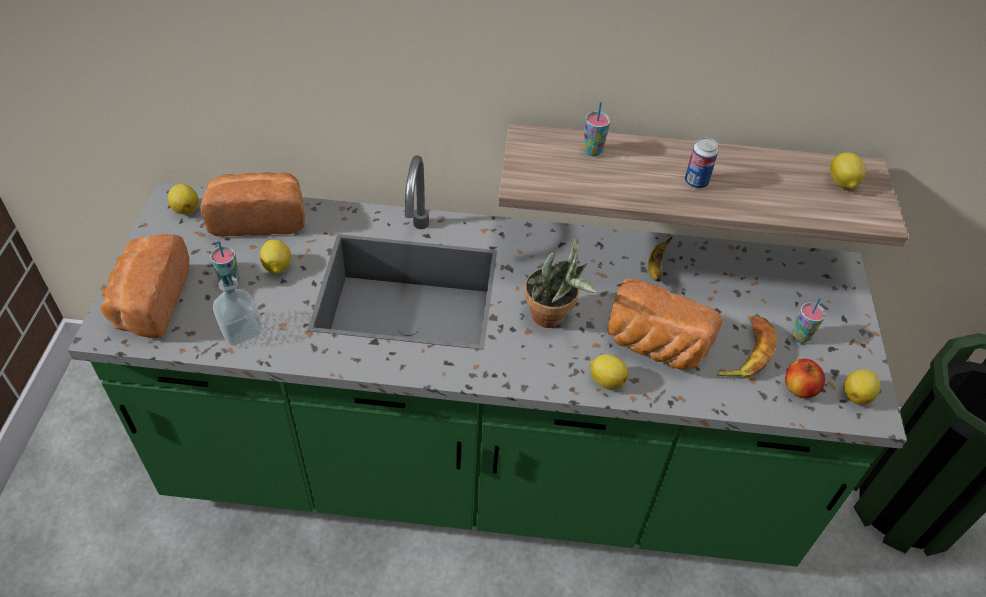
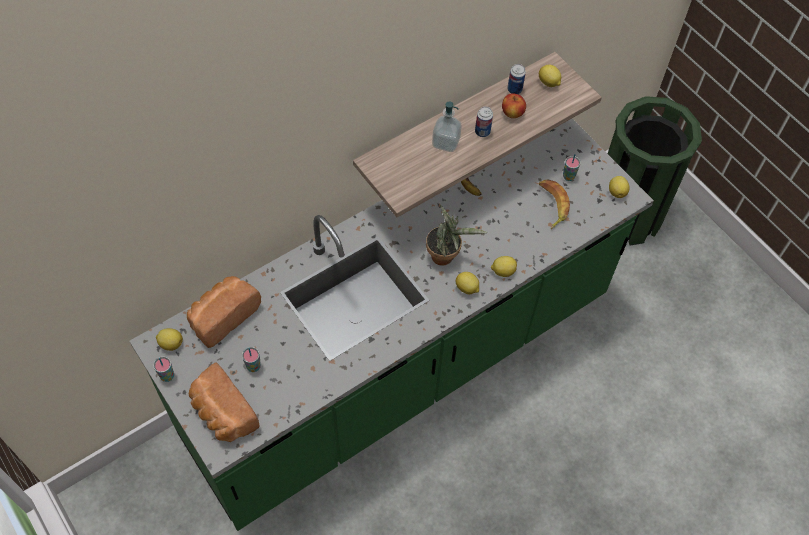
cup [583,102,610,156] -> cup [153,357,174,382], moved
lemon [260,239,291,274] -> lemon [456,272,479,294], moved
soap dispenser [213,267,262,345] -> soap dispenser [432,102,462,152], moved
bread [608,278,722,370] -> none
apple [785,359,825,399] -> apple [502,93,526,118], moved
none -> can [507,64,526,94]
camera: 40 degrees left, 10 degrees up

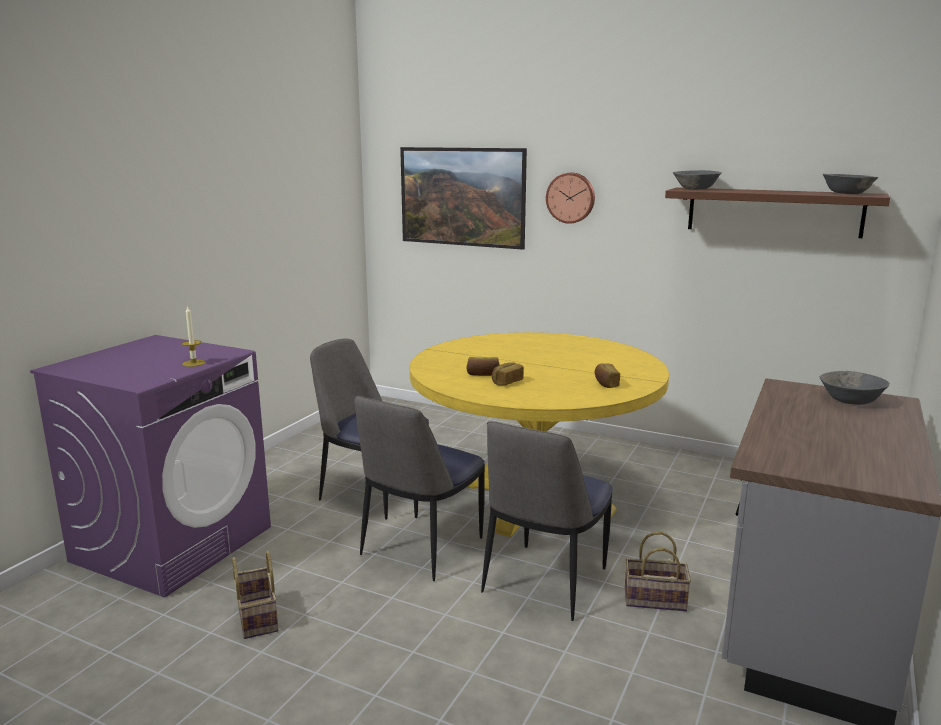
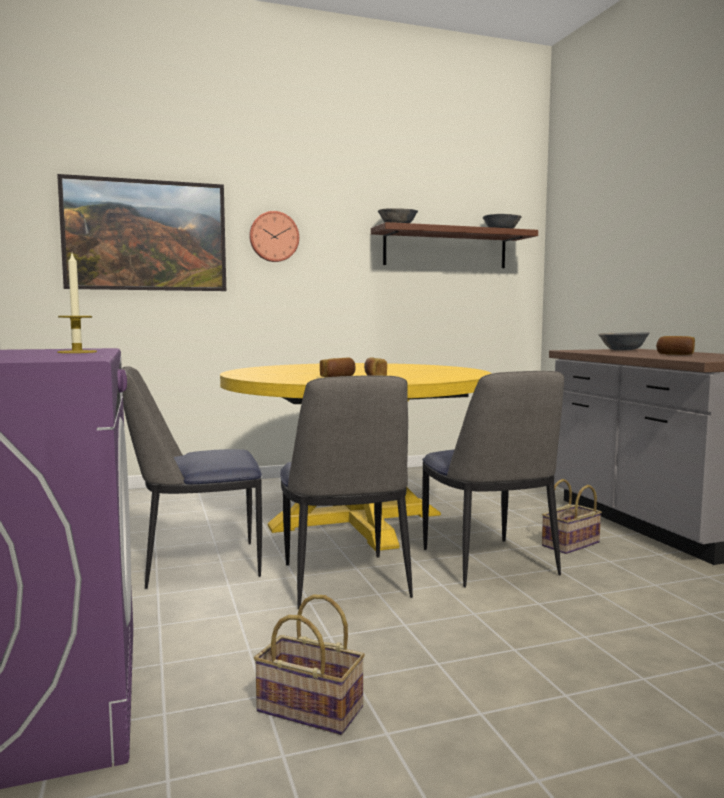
bread [595,363,620,388] -> bread [656,336,695,355], moved
camera: 45 degrees left, 10 degrees down

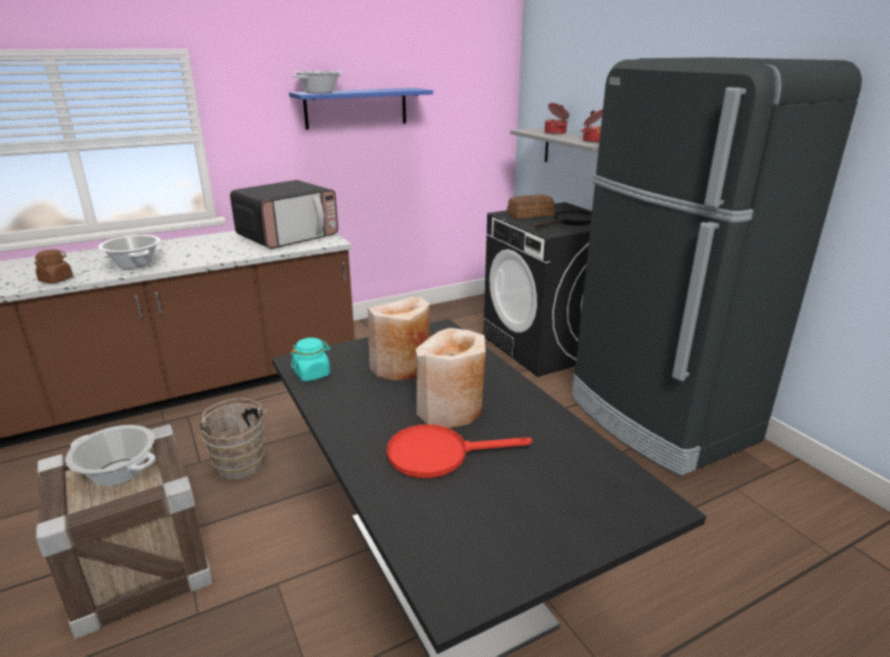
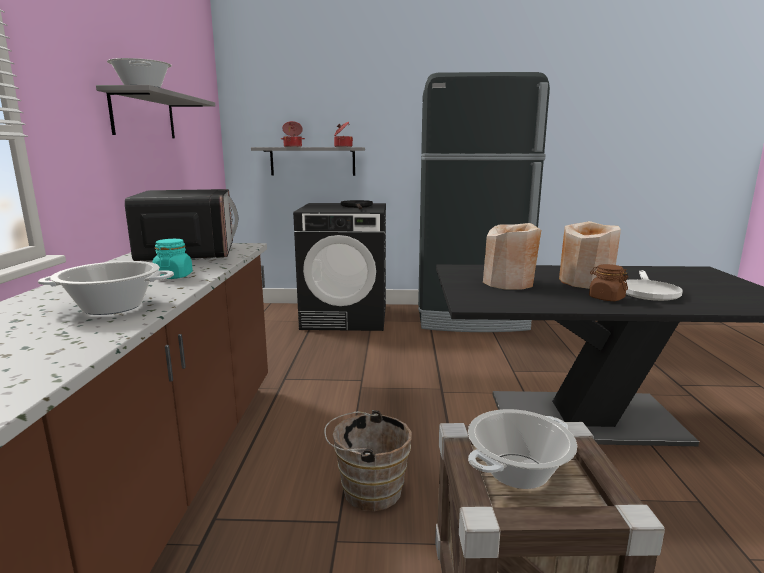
blue shelf [289,88,433,130] -> grey shelf [96,85,215,138]
bread [507,194,555,219] -> none
brown jar [35,249,73,283] -> brown jar [589,264,628,301], moved
turquoise jar [291,338,330,381] -> turquoise jar [152,239,193,279], moved
red frying pan [387,424,532,478] -> white frying pan [624,270,683,301]
camera: 60 degrees left, 10 degrees down

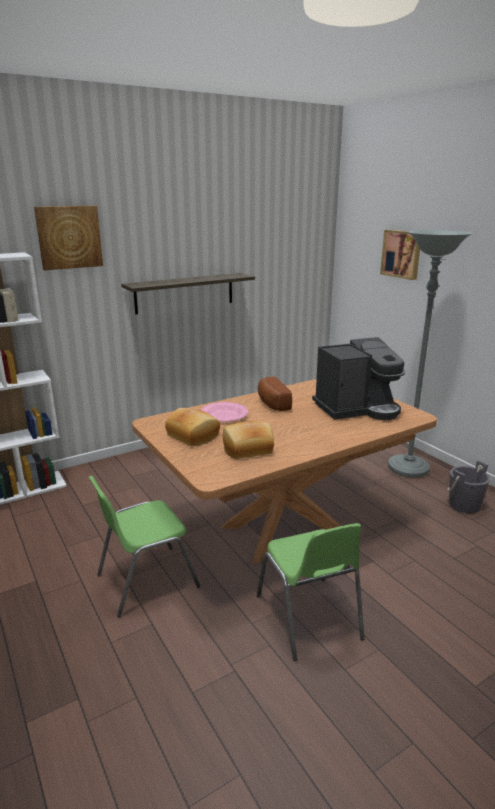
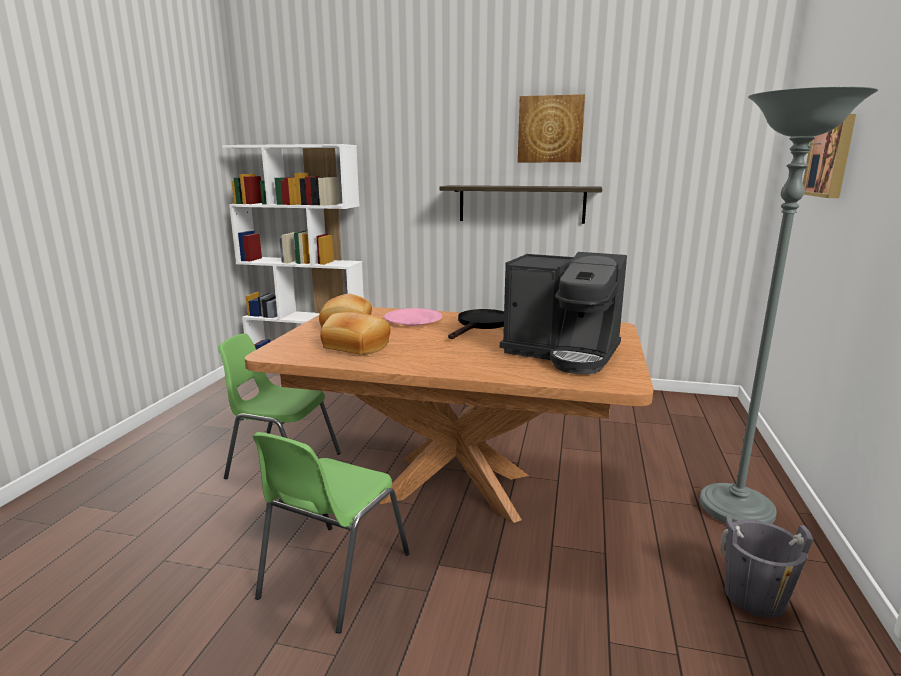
picture [34,206,103,270] -> picture [518,94,585,162], moved
bread [258,377,292,411] -> black frying pan [448,309,504,339]
camera: 45 degrees right, 5 degrees down

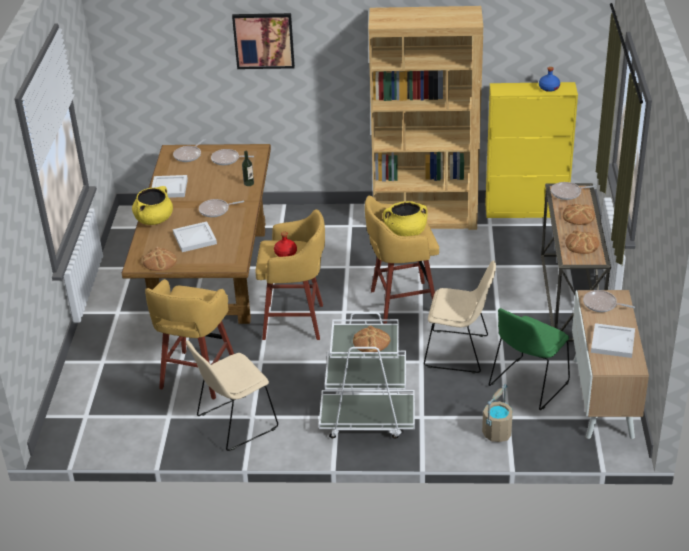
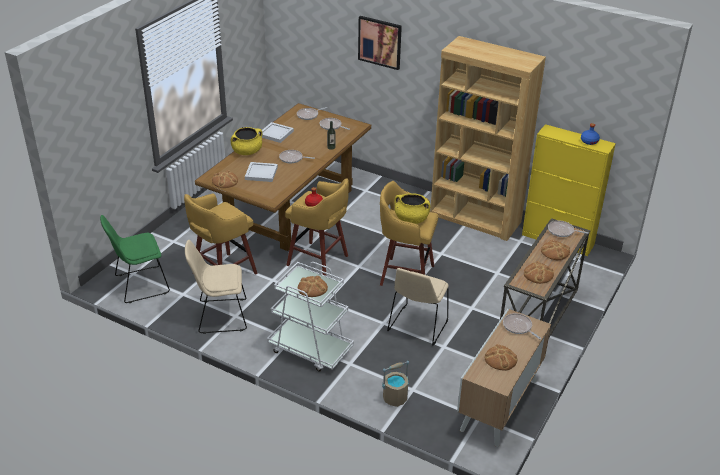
beige chair [424,260,496,374] -> beige chair [387,268,449,346], 75 degrees clockwise
green chair [489,308,570,410] -> green chair [100,215,170,303], moved
white tray [591,323,635,358] -> bread [485,344,517,371]
camera: 25 degrees right, 0 degrees up

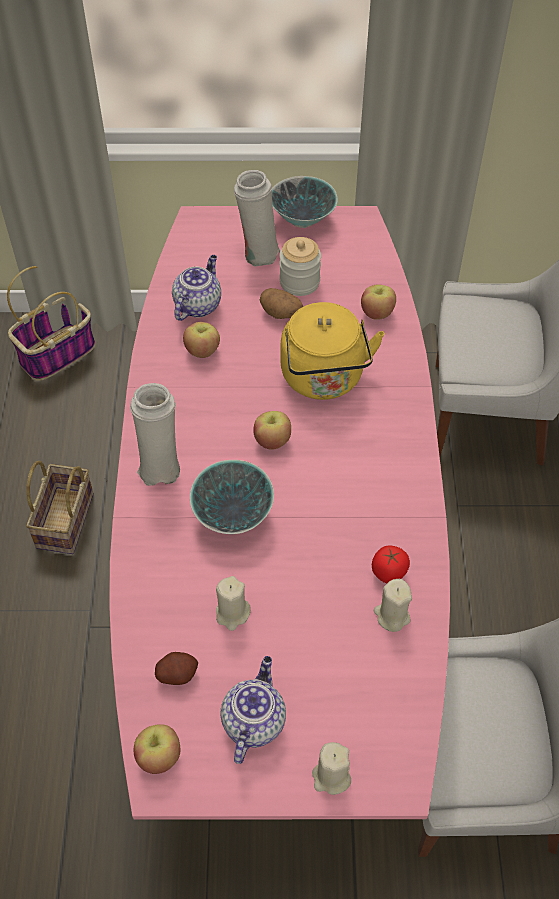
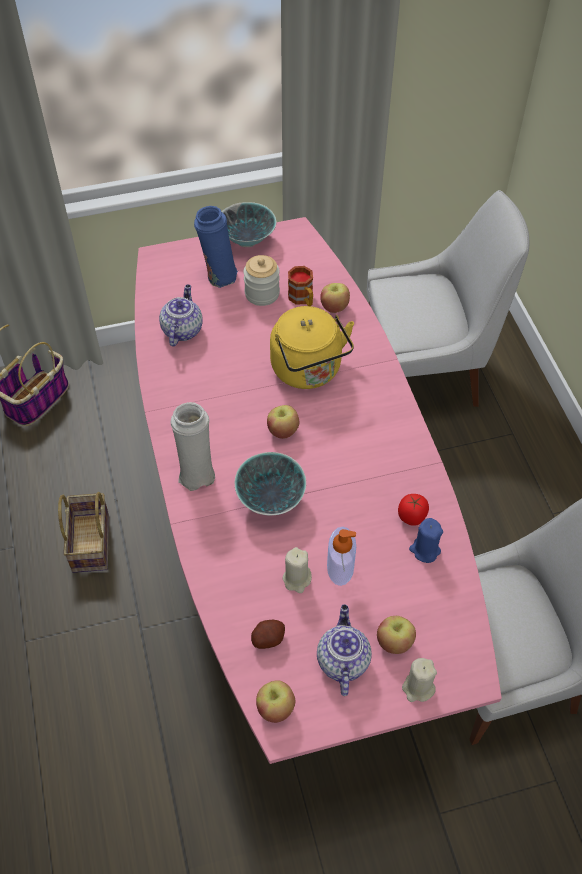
white vase [234,170,280,266] -> blue vase [194,206,238,288]
potato [260,288,303,319] -> none
apple [183,322,220,358] -> apple [377,616,416,654], moved
beige candle [374,579,412,632] -> blue candle [409,518,443,563]
none -> mug [288,266,313,306]
none -> soap dispenser [327,527,356,586]
camera: 15 degrees left, 0 degrees up

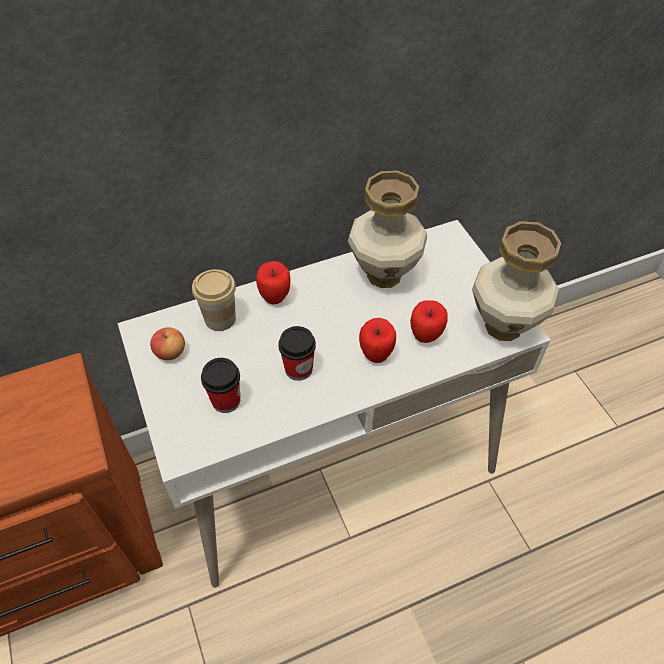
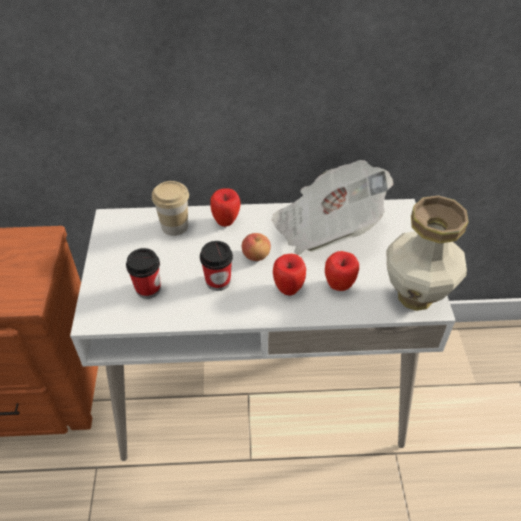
vase [348,171,427,288] -> newspaper [272,160,394,255]
apple [150,327,185,360] -> apple [242,233,271,261], moved
camera: 20 degrees right, 5 degrees down

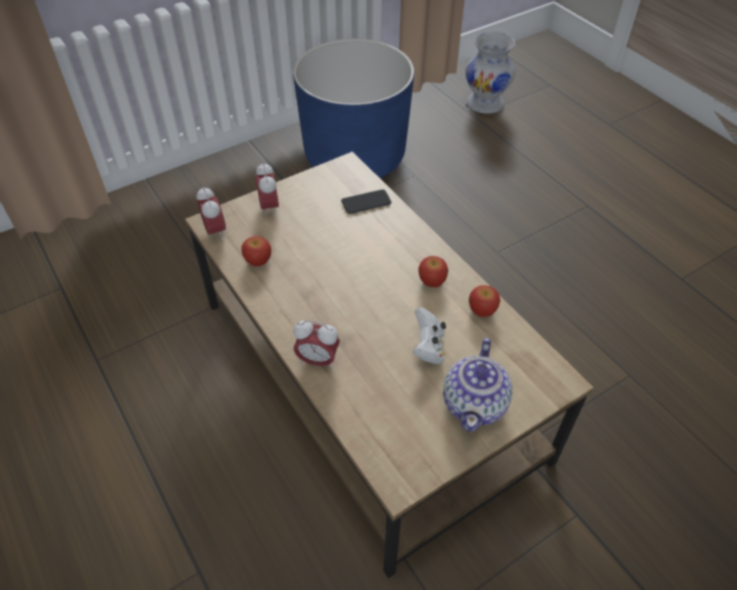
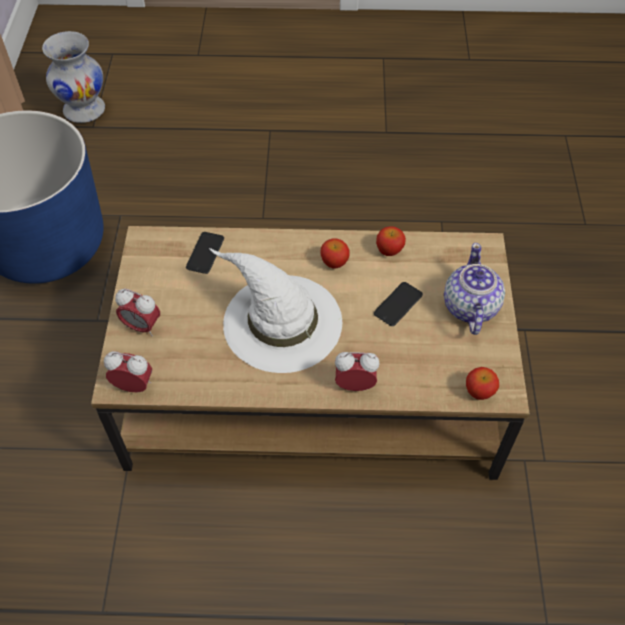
apple [242,236,271,266] -> apple [466,367,499,400], moved
white game controller [413,307,446,364] -> phone [374,282,423,326]
alarm clock [293,320,340,369] -> alarm clock [335,352,379,391], 135 degrees counterclockwise
teapot [443,338,512,432] -> teapot [444,243,505,335], 135 degrees counterclockwise
none -> white hat [209,248,342,373]
camera: 55 degrees left, 5 degrees up

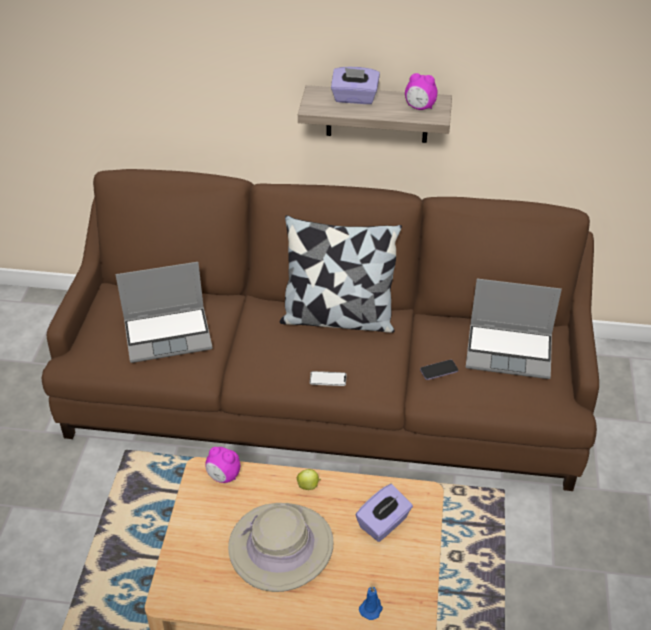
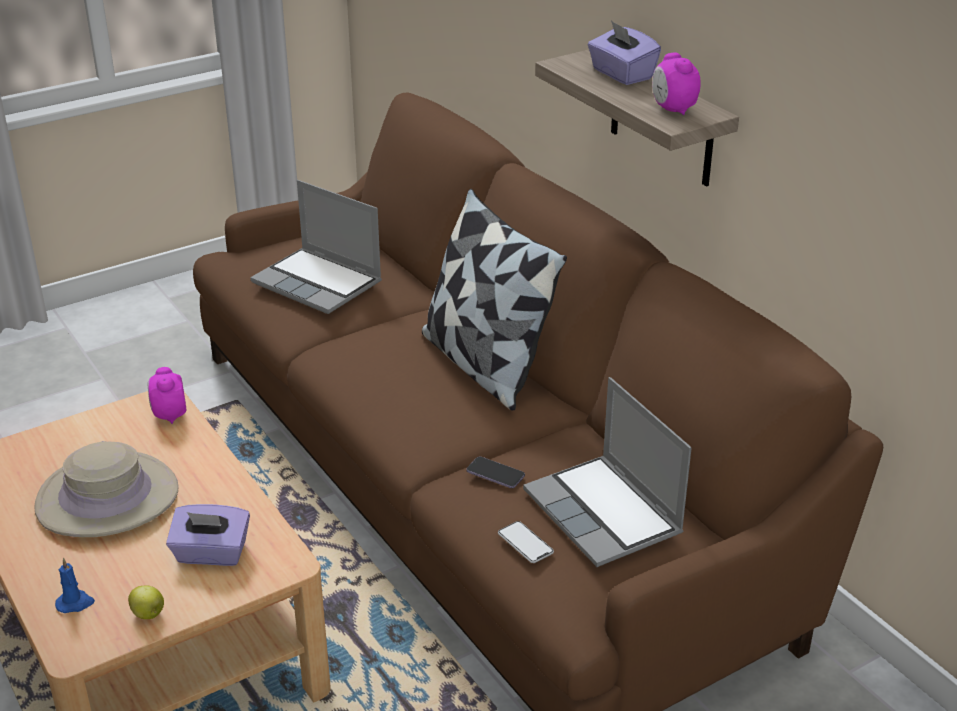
phone [310,371,347,386] -> phone [498,521,554,563], moved
apple [297,469,321,490] -> apple [128,586,164,619], moved
camera: 50 degrees right, 10 degrees down

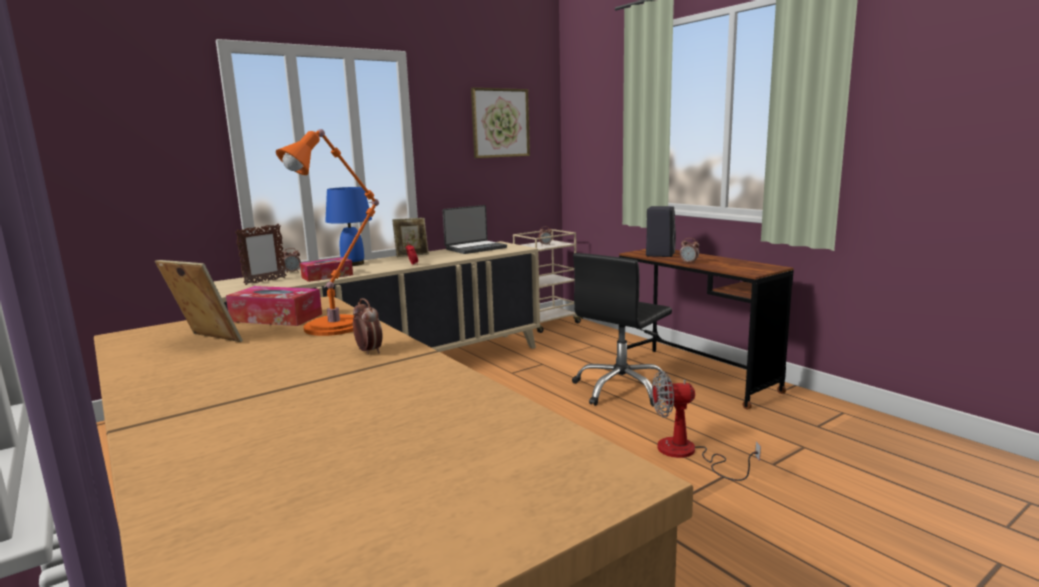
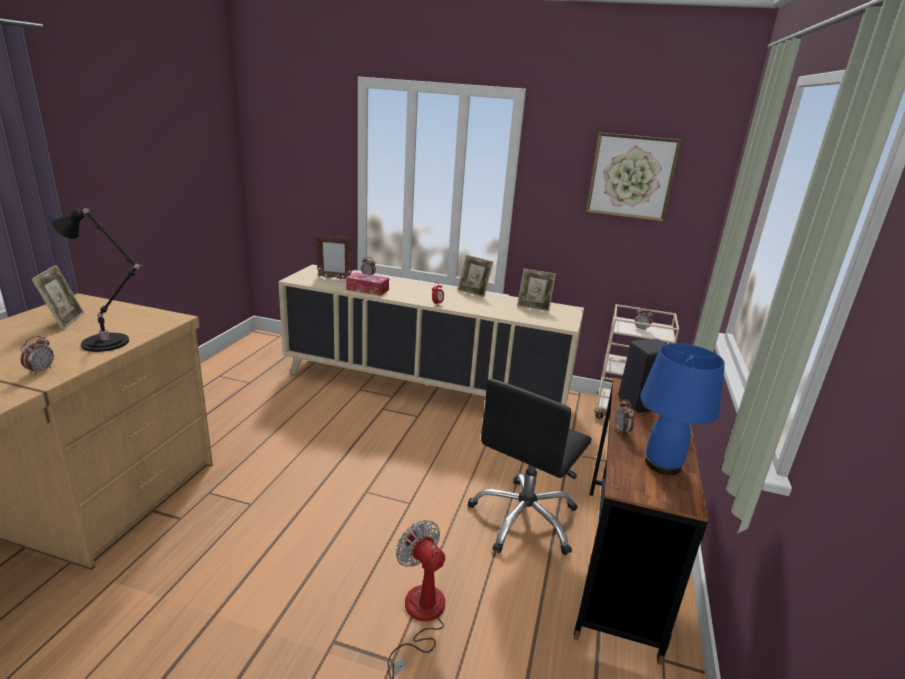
orange table lamp [276,129,379,336] -> black table lamp [52,208,142,352]
blue table lamp [325,187,372,266] -> blue table lamp [640,343,725,475], moved
laptop [443,205,507,254] -> picture frame [517,268,556,311]
black office chair [572,253,672,407] -> black office chair [467,378,592,555], 60 degrees counterclockwise
tissue box [226,286,322,326] -> none
camera: 50 degrees right, 10 degrees up

